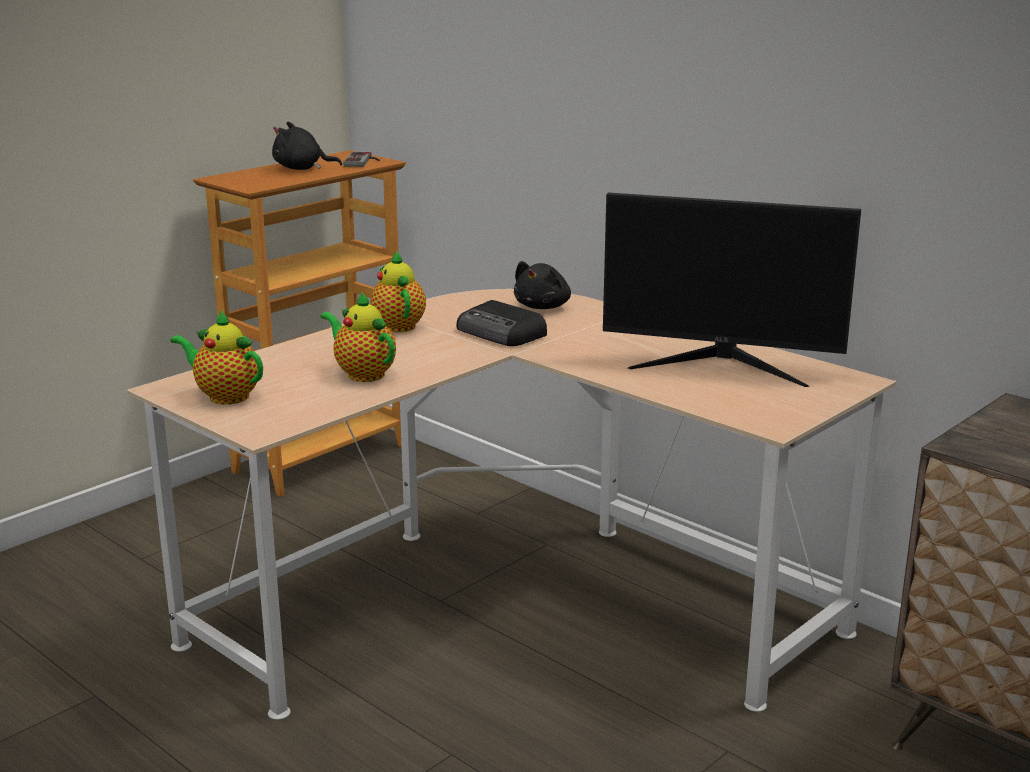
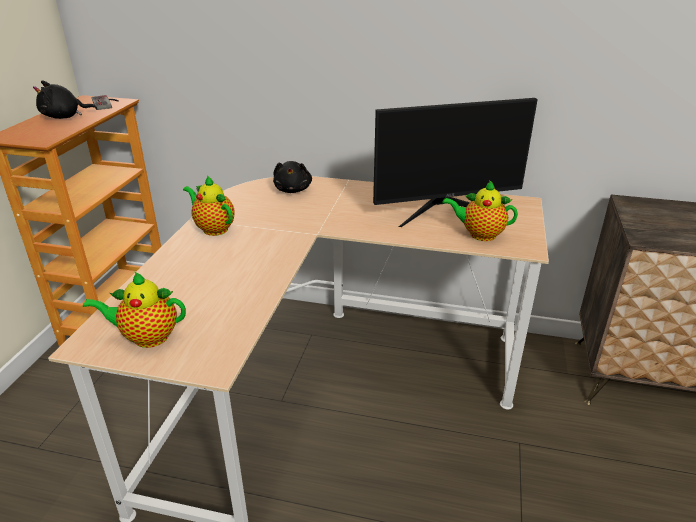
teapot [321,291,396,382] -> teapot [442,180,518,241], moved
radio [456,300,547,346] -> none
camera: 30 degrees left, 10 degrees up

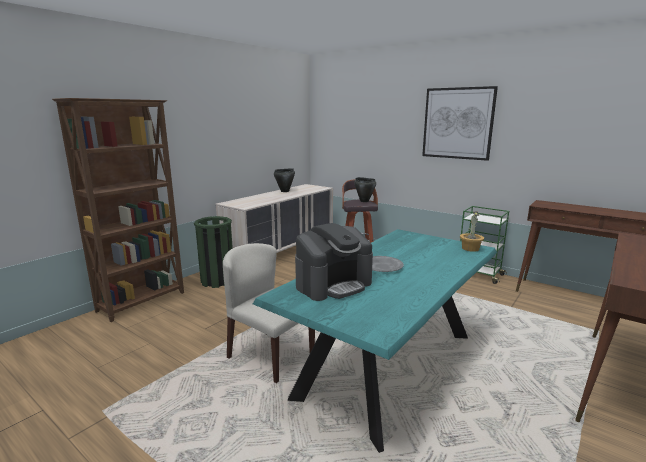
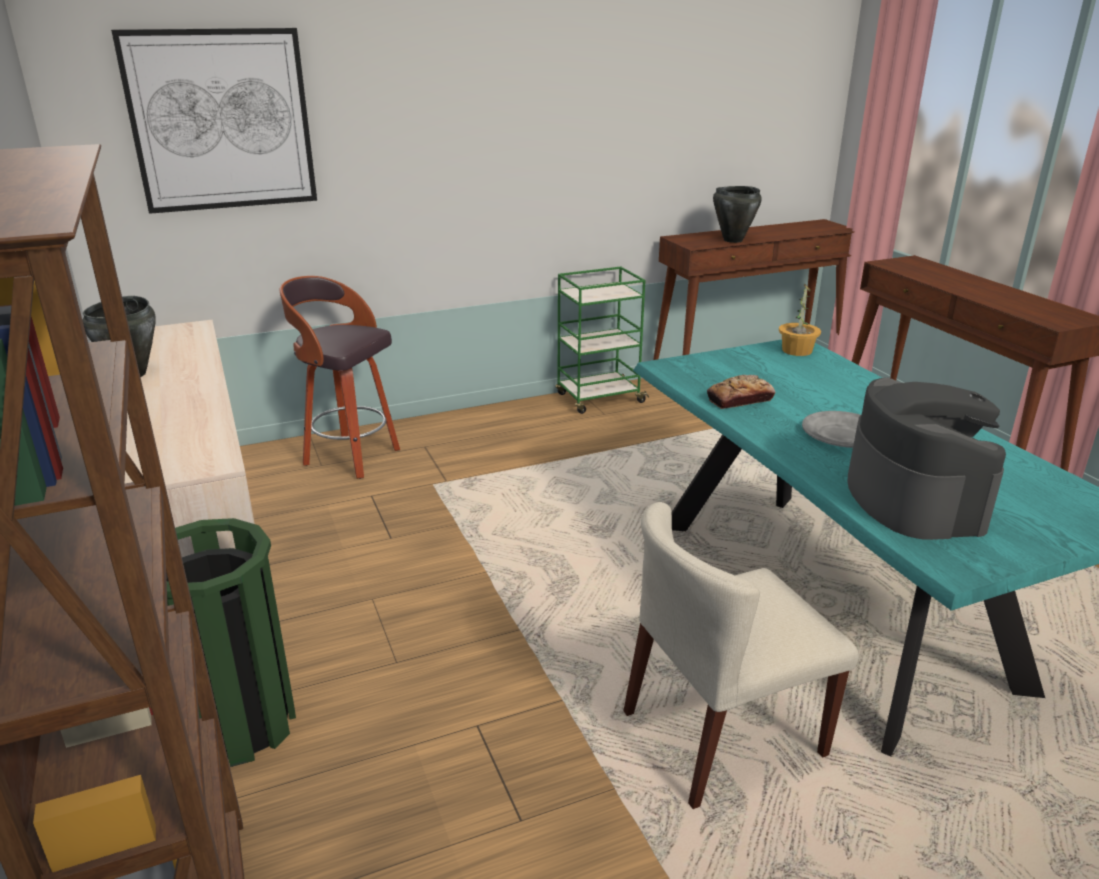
picture [422,86,498,161] -> picture [111,28,317,214], moved
black cooking pot [354,177,376,202] -> black cooking pot [713,186,762,243], moved
none -> bread [707,375,775,409]
camera: 60 degrees left, 10 degrees up

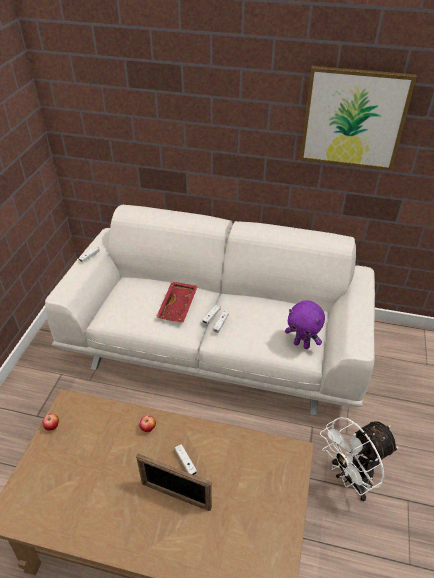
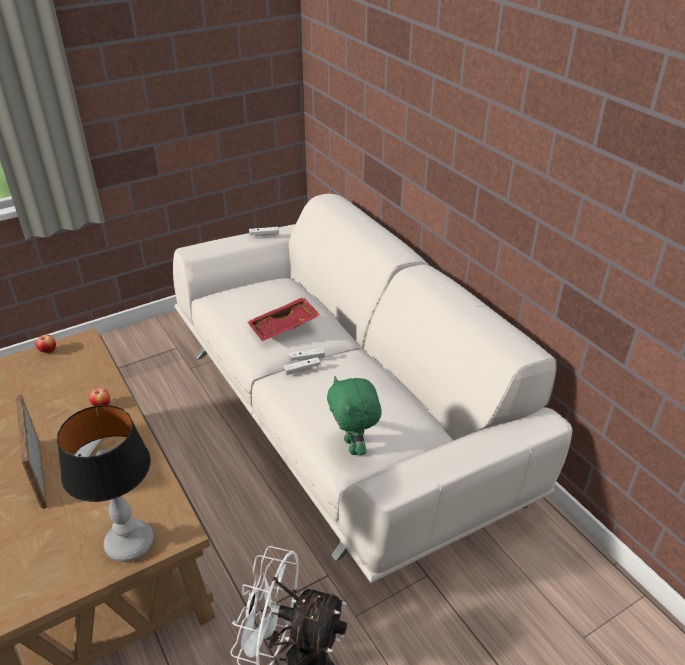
picture [300,66,416,170] -> none
purple plush toy [285,300,325,349] -> green plush toy [327,376,382,455]
none -> table lamp [57,405,153,562]
camera: 45 degrees right, 5 degrees down

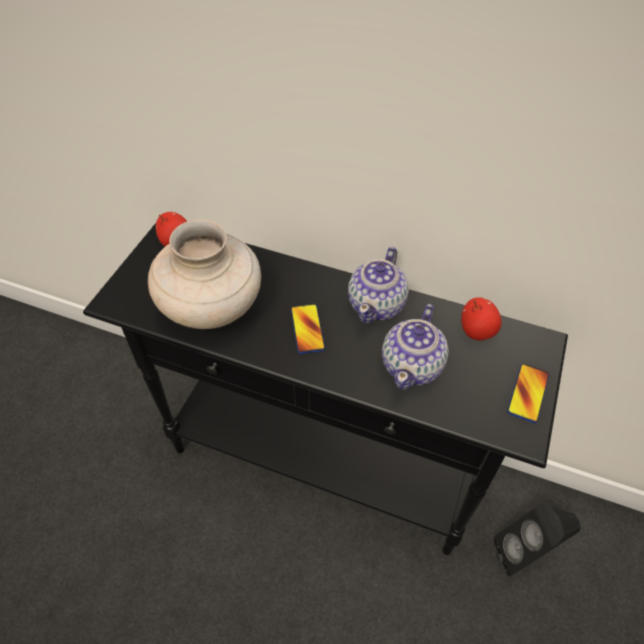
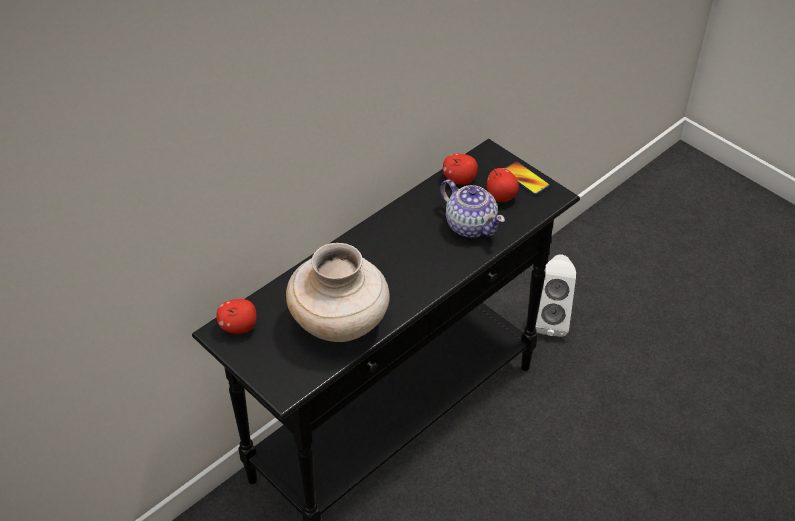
teapot [348,247,409,323] -> none
phone [291,304,325,354] -> none
black speaker [494,506,581,576] -> white speaker [535,254,576,337]
none -> apple [487,168,518,202]
camera: 65 degrees left, 5 degrees down

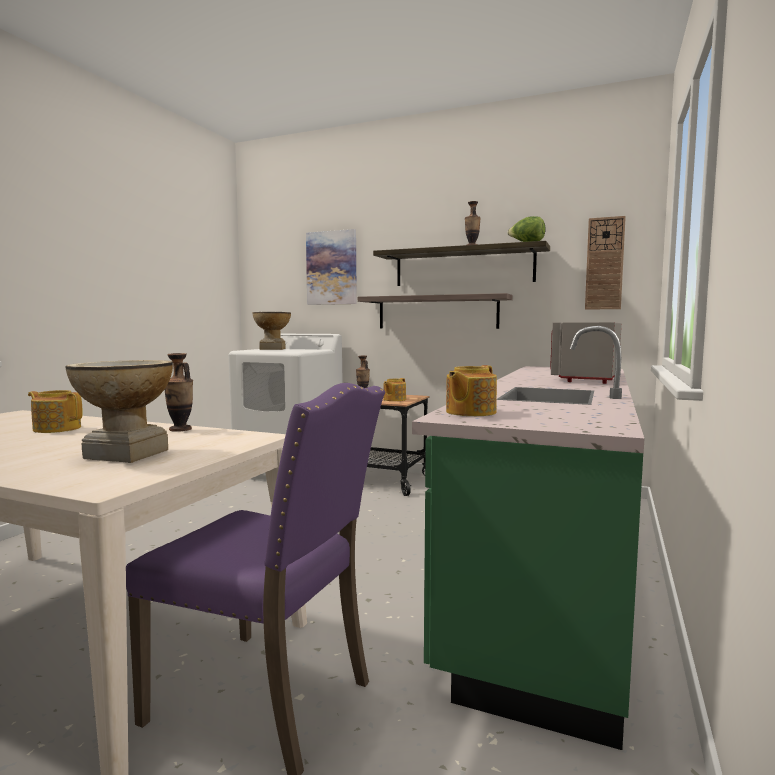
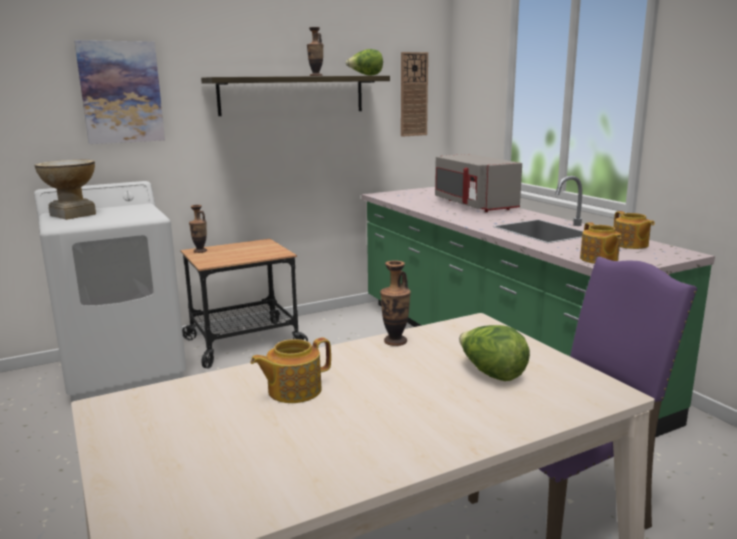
shelf [358,293,513,329] -> none
vase [65,360,173,463] -> lettuce [459,325,530,381]
teapot [384,378,406,401] -> teapot [614,211,655,249], moved
camera: 50 degrees left, 10 degrees up

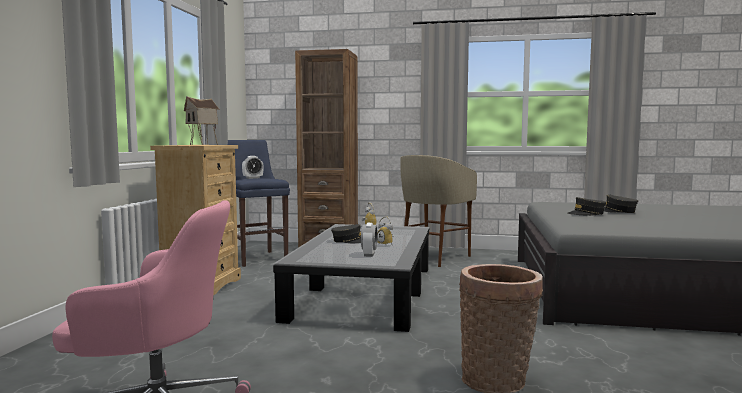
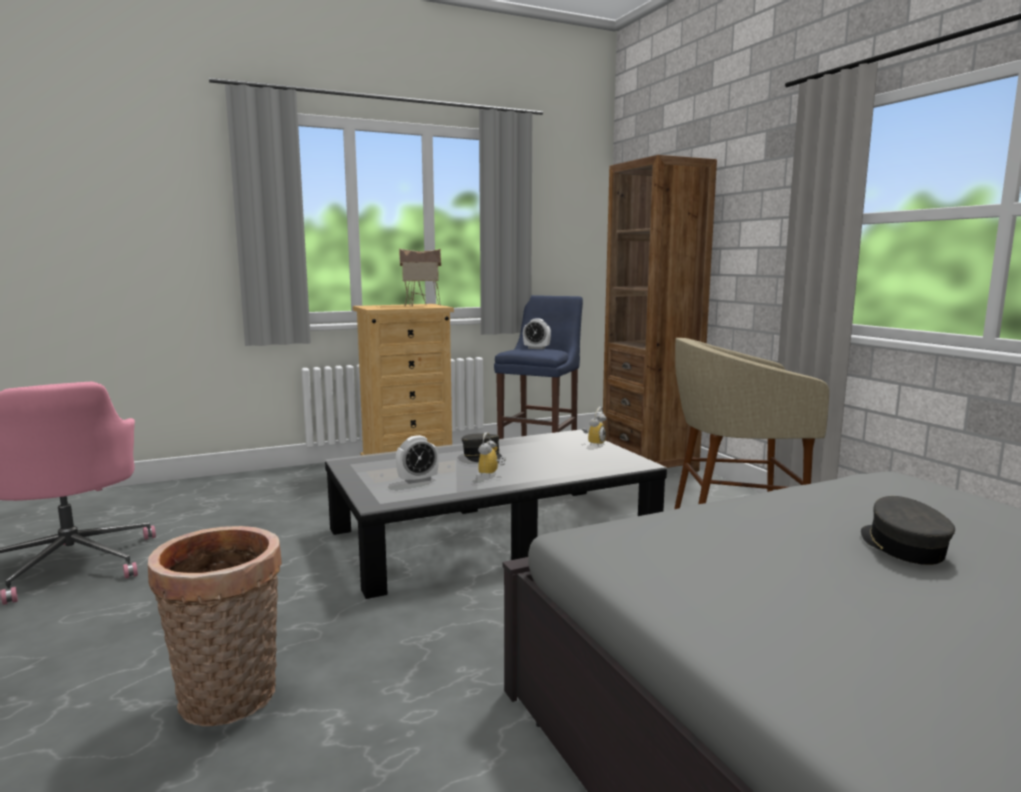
grey cap [567,197,606,216] -> none
camera: 55 degrees right, 5 degrees up

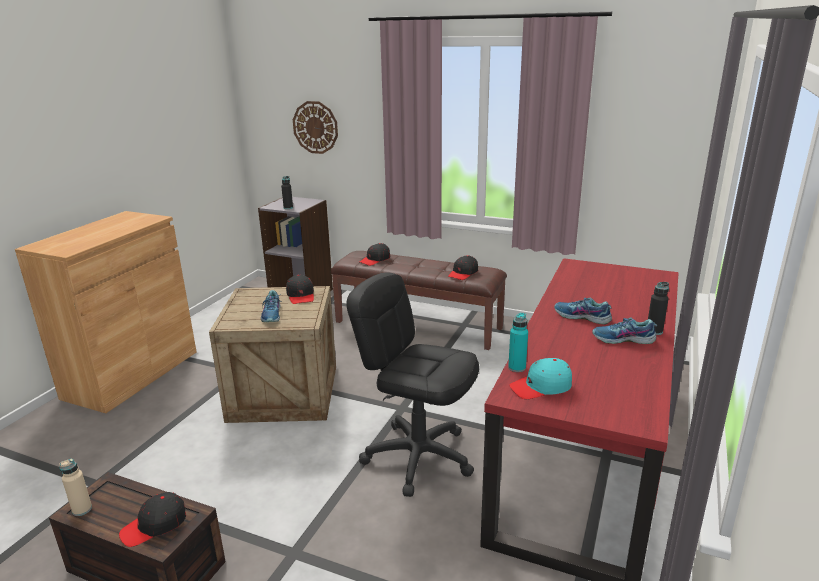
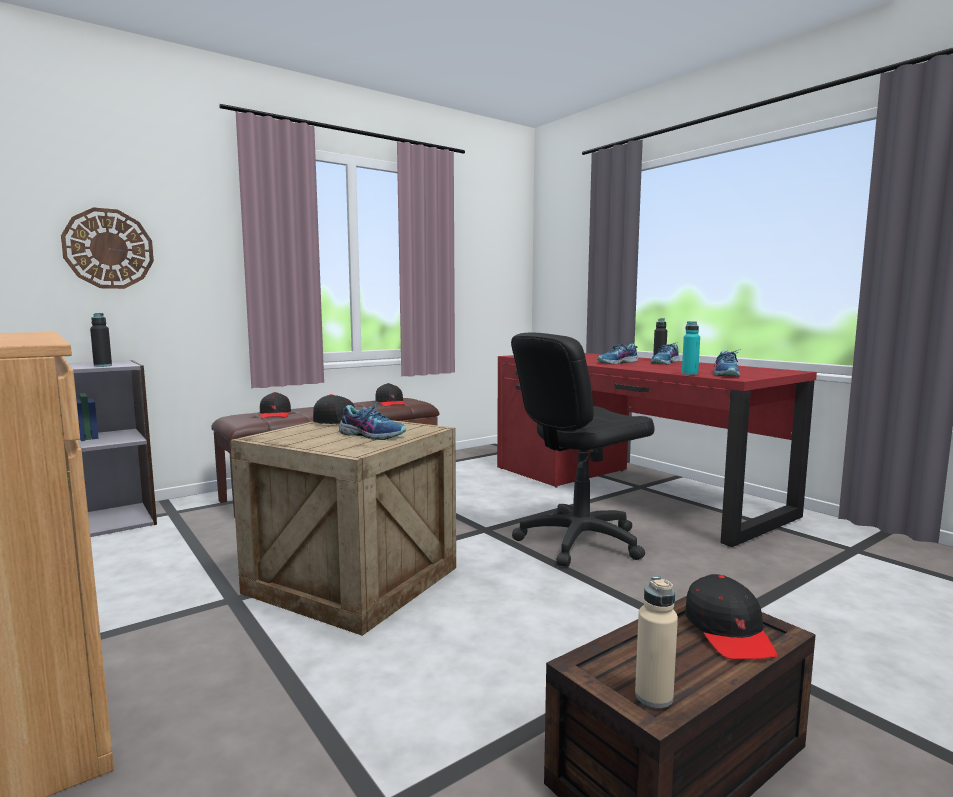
turquoise cap [510,358,572,399] -> shoe [714,349,742,377]
camera: 60 degrees left, 15 degrees down

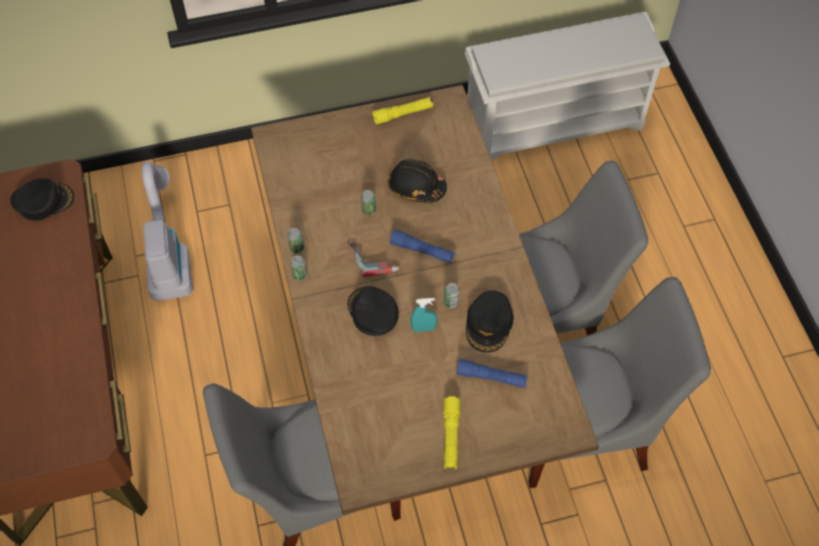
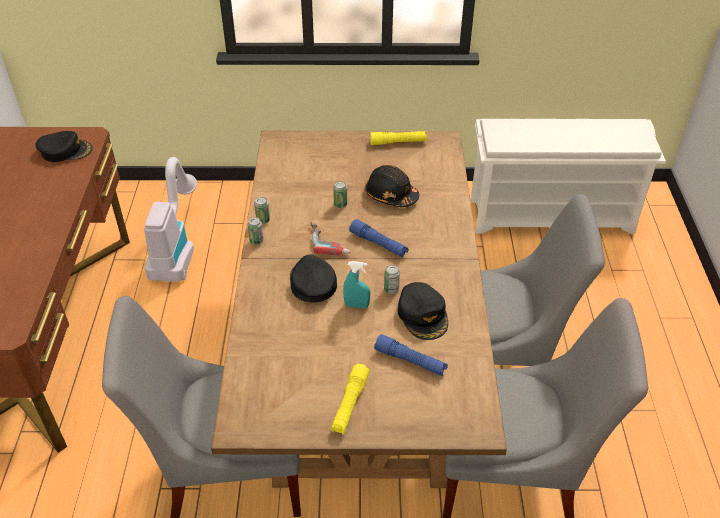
black cap [466,290,514,353] -> black cap [398,282,448,340], 45 degrees counterclockwise
camera: 15 degrees right, 15 degrees down

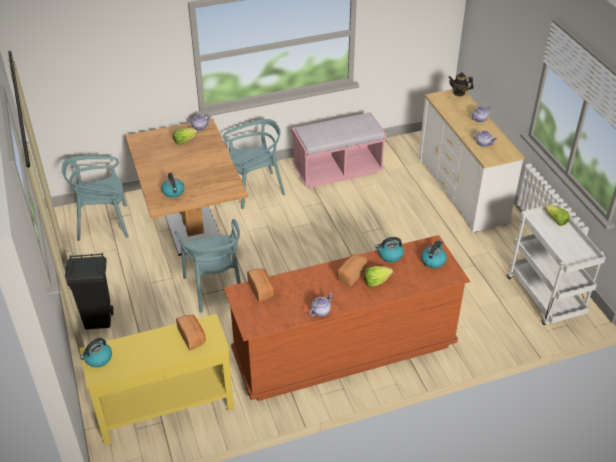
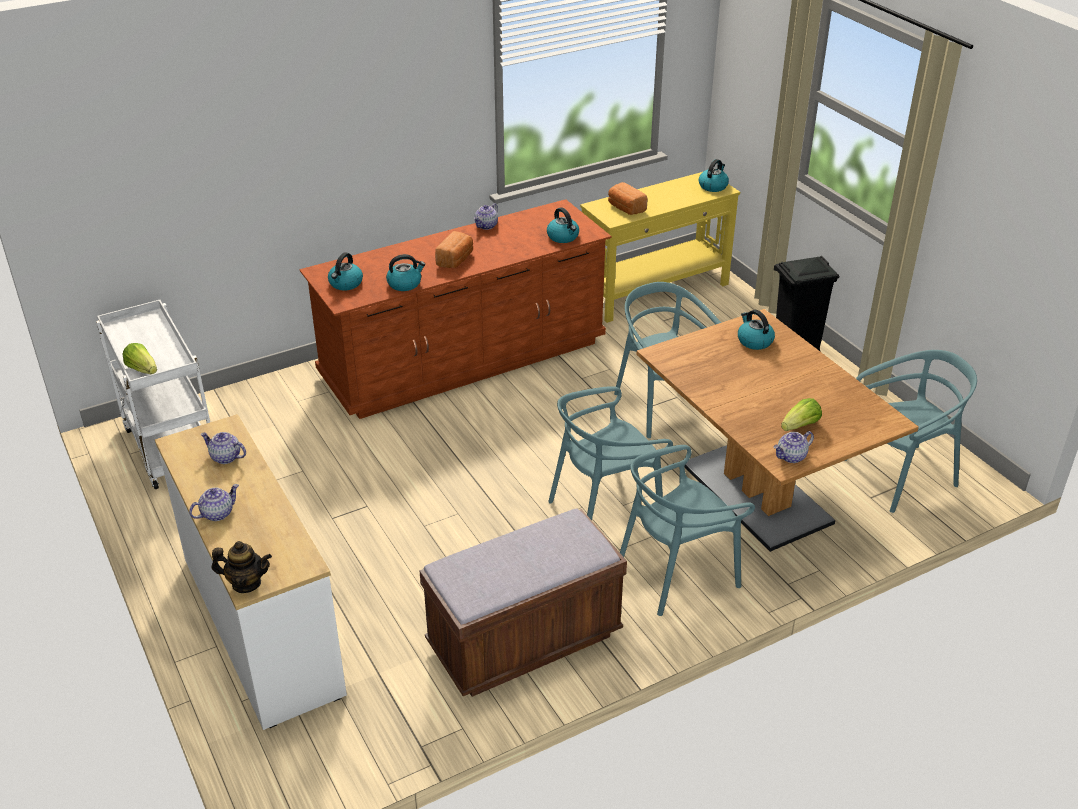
pink bench [292,112,386,188] -> brown bench [419,508,627,697]
lettuce [364,266,393,287] -> none
bread [247,269,274,302] -> kettle [547,207,579,243]
none -> turquoise chair [548,386,673,520]
camera: 170 degrees right, 5 degrees down

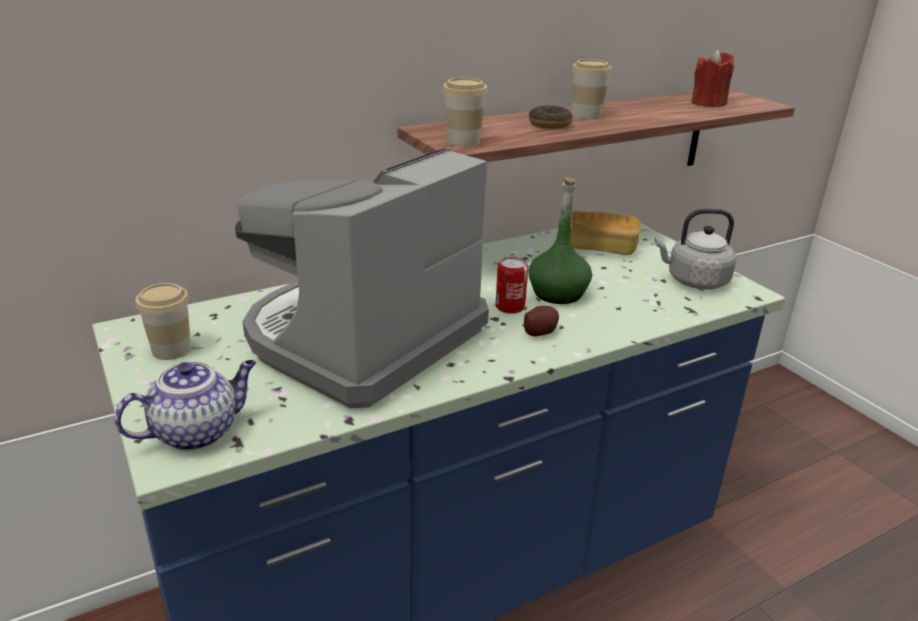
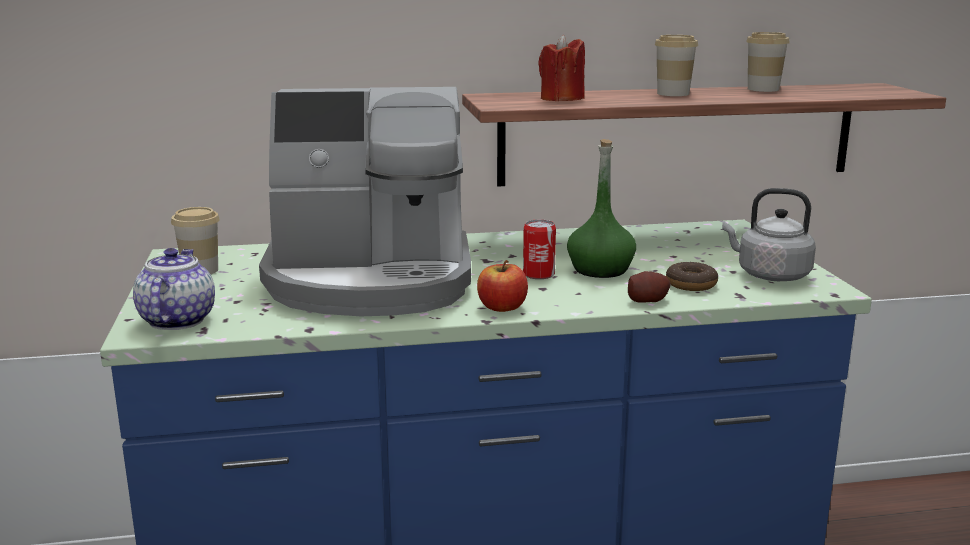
red candle [691,50,734,107] -> red candle [538,35,585,101], moved
cup [442,78,488,147] -> cup [746,32,790,92], moved
donut [529,106,572,129] -> donut [666,262,718,291], moved
coffee machine [235,147,489,409] -> coffee machine [259,87,471,316], 150 degrees counterclockwise
bread [571,211,641,255] -> none
potato [524,306,559,336] -> potato [628,271,671,303], moved
teapot [114,360,256,451] -> teapot [133,248,215,330], 75 degrees counterclockwise
none -> apple [477,260,528,312]
camera: 20 degrees right, 10 degrees down

